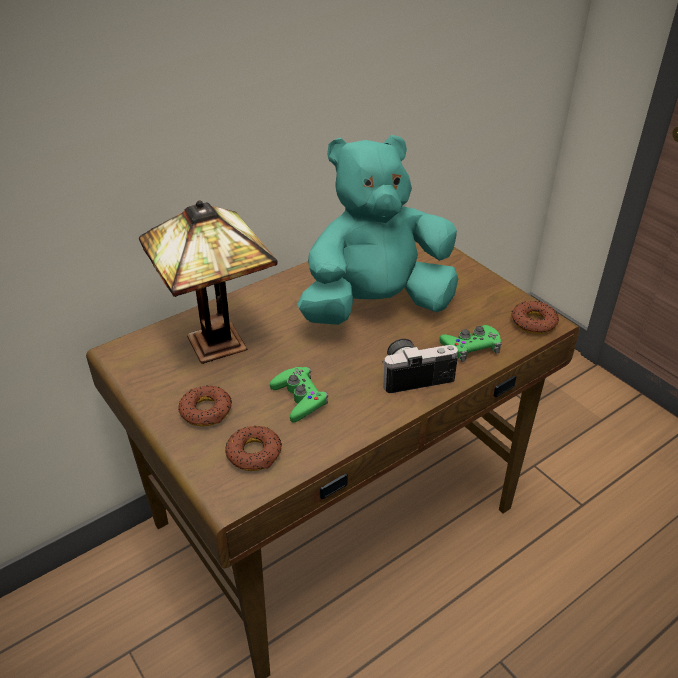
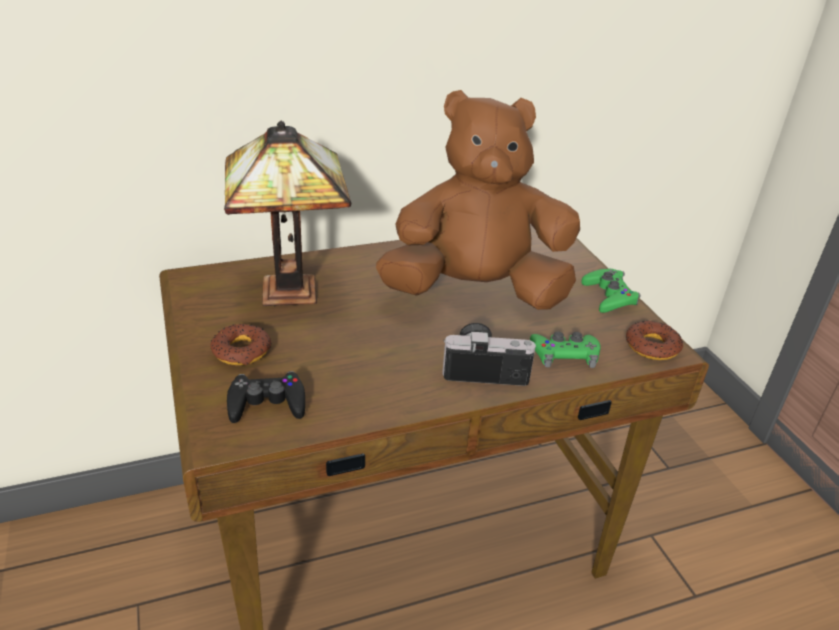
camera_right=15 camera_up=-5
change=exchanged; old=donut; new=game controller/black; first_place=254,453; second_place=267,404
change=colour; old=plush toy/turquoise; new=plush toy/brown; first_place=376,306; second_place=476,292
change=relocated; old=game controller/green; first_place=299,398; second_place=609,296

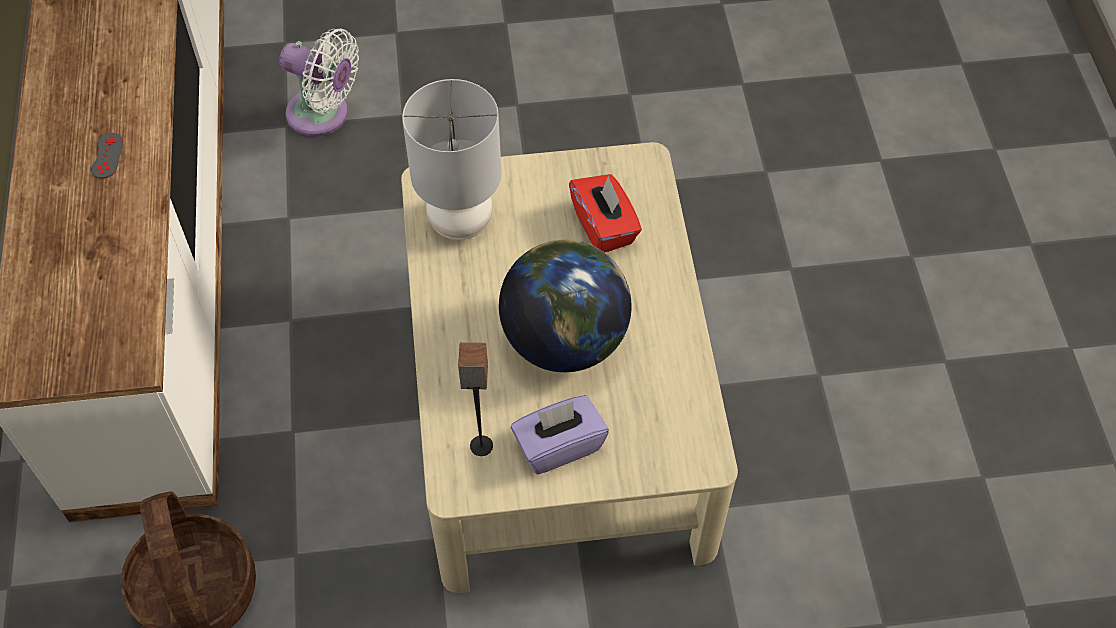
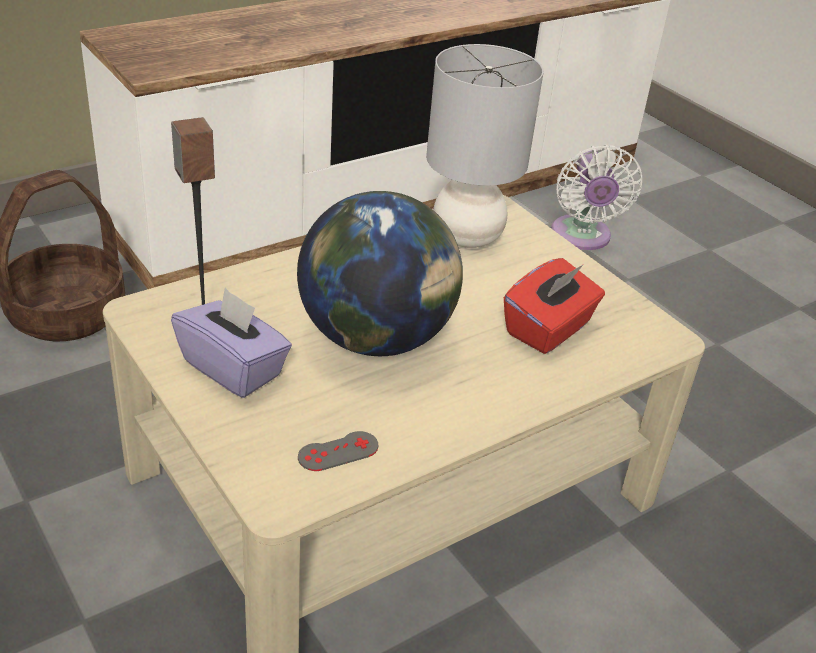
camera_right=60 camera_up=-20
change=relocated; old=game controller/grey; first_place=107,156; second_place=338,451

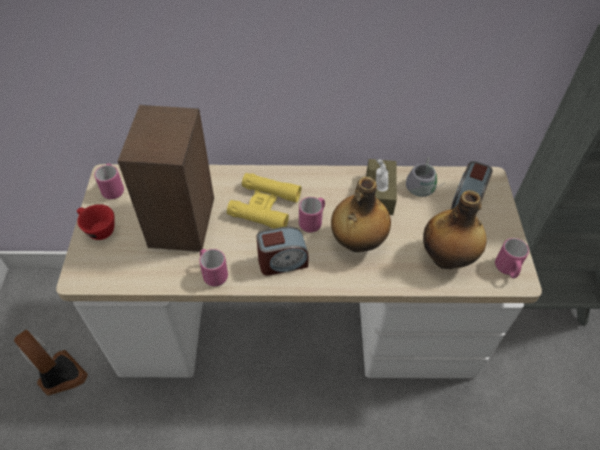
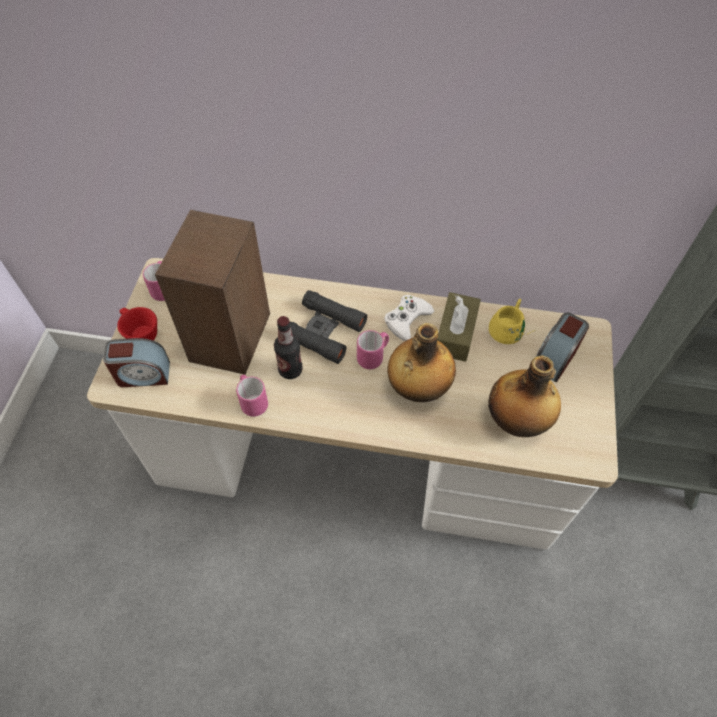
camera_right=10 camera_up=5
change=relocated; old=alarm clock; first_place=282,262; second_place=143,374
change=appeared; new=bottle; second_place=290,370
change=colour; old=binoculars/yellow; new=binoculars/black; first_place=264,206; second_place=323,331
change=appeared; new=game controller/white; second_place=407,319
change=colour; old=mug/grey; new=mug/yellow; first_place=424,184; second_place=511,329
change=missing; old=fan; first_place=59,376
change=missing; old=mug/pink; first_place=507,269

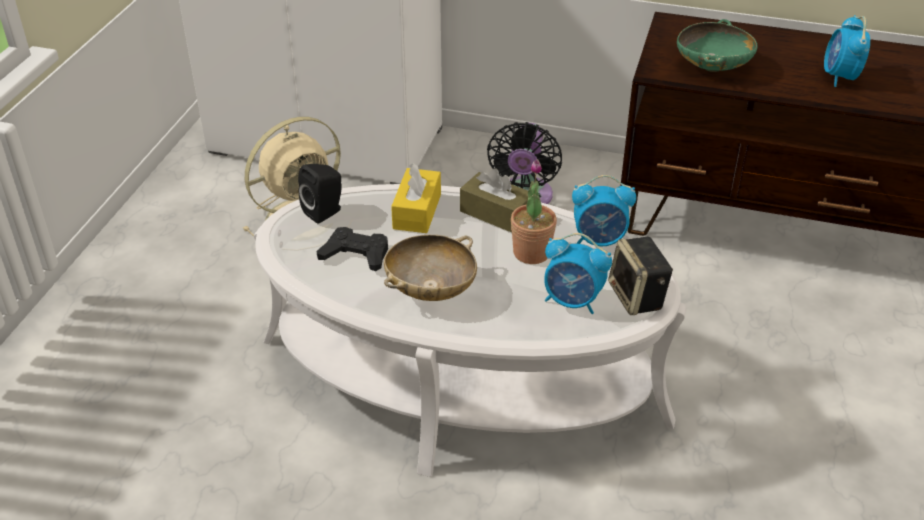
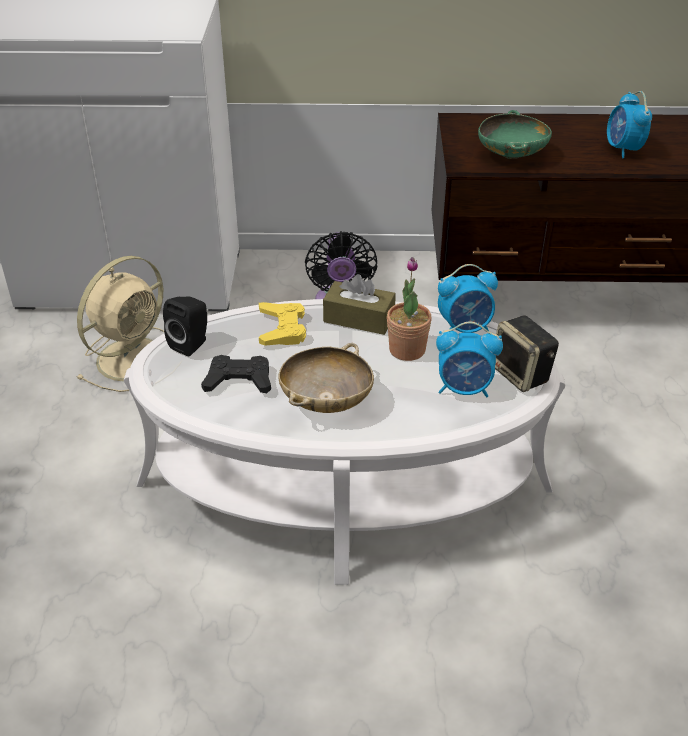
camera_right=-15 camera_up=0
change=exchanged; old=tissue box/yellow; new=game controller/yellow; first_place=417,211; second_place=282,329

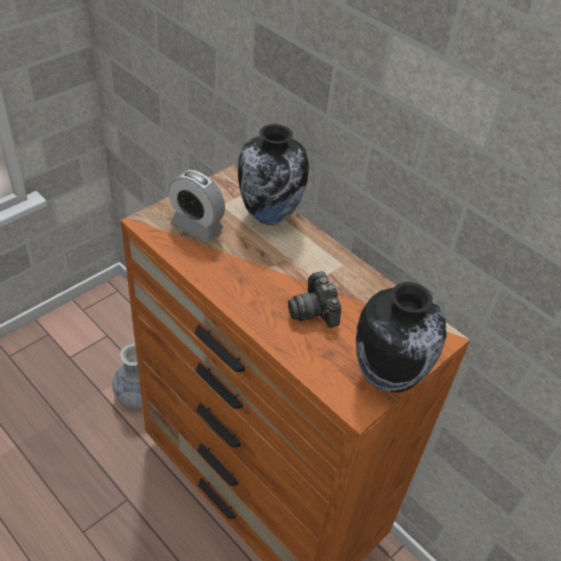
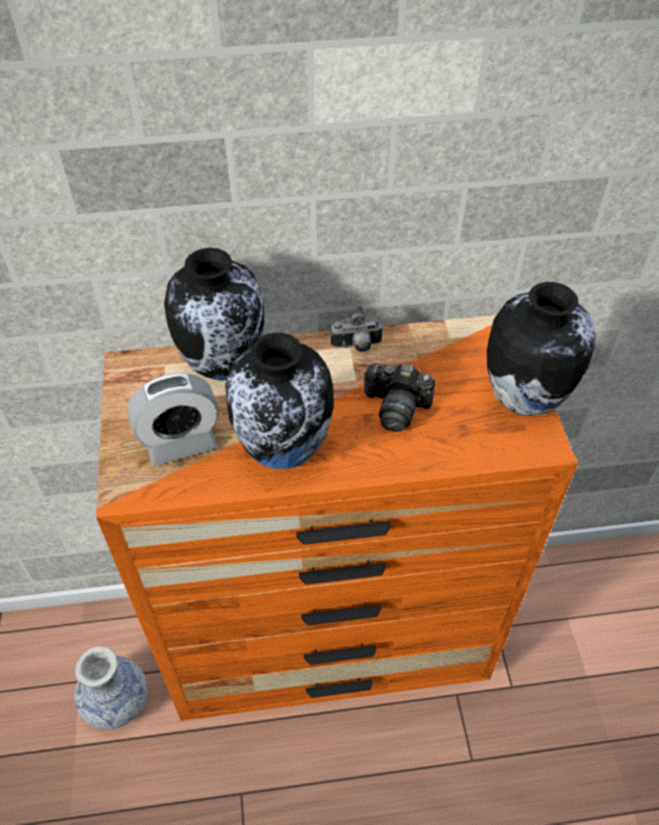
camera_right=-50 camera_up=5
change=appeared; new=vase; second_place=285,452
change=appeared; new=photo camera; second_place=357,346

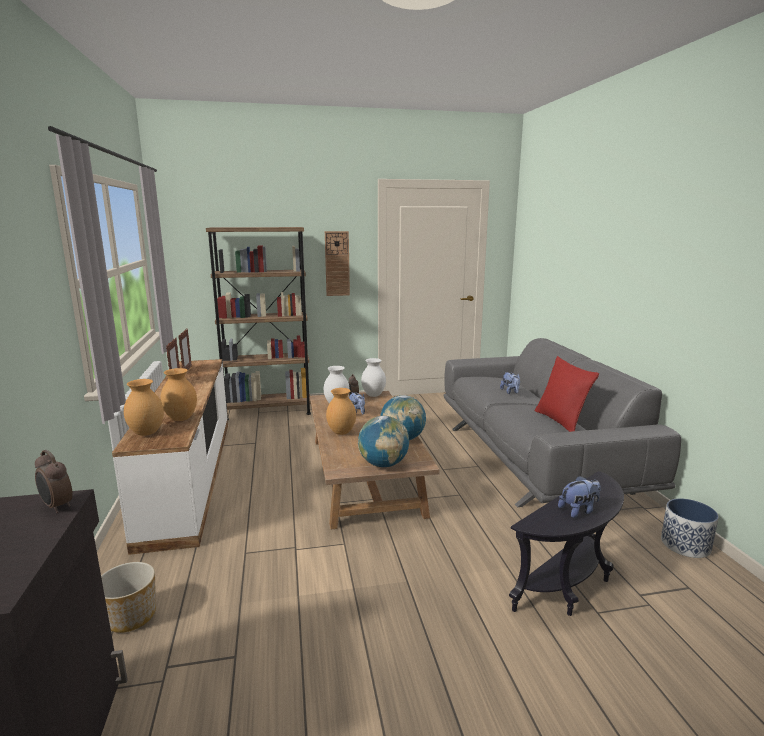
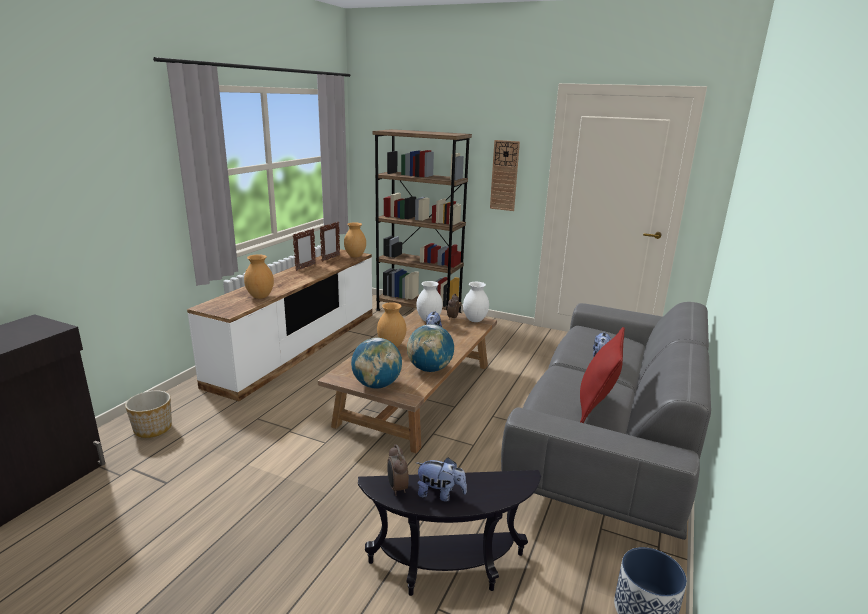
camera_right=35 camera_up=5
change=relocated; old=vase/brown; first_place=147,433; second_place=355,256
change=relocated; old=alarm clock; first_place=57,506; second_place=397,488

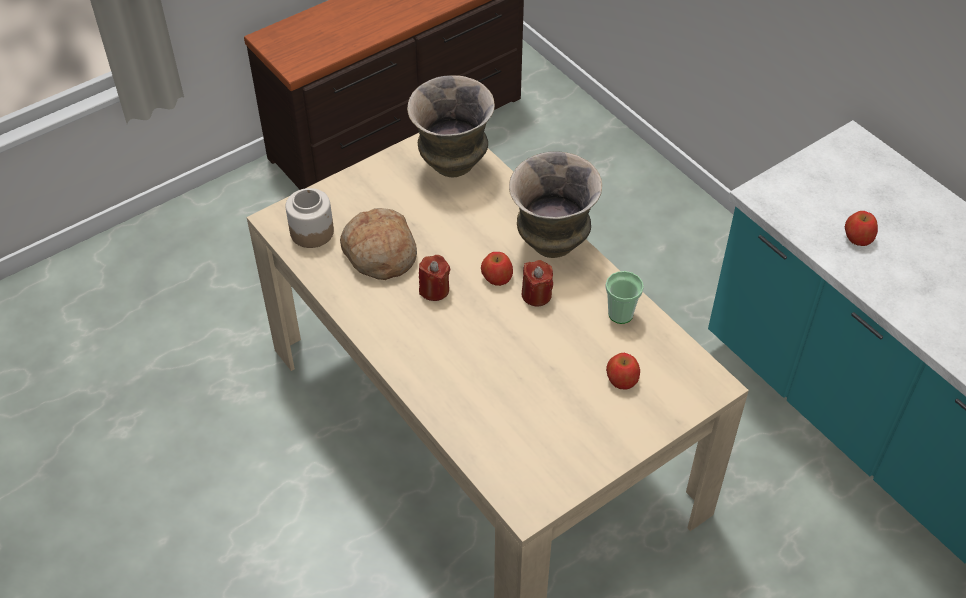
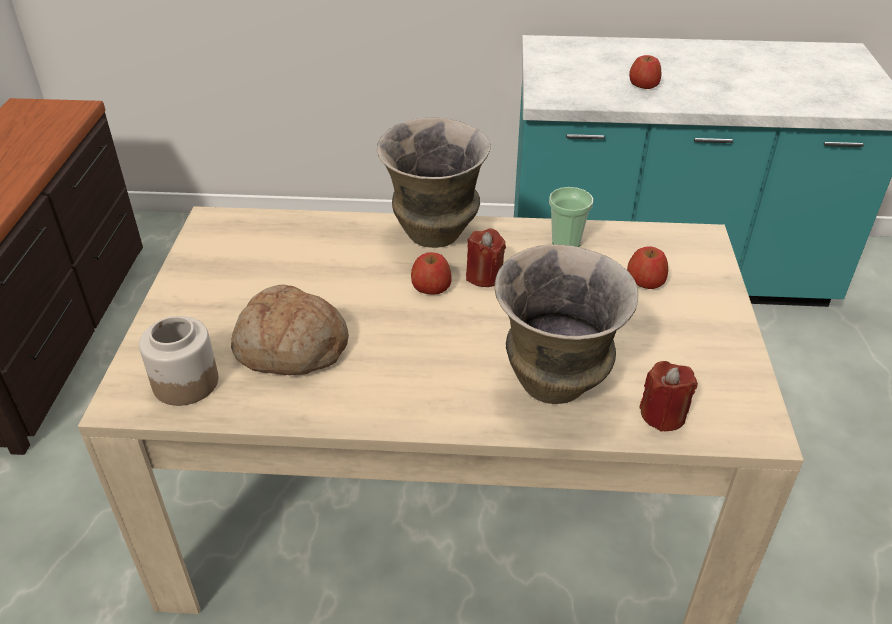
camera_right=-50 camera_up=-10
change=relocated; old=vase; first_place=452,166; second_place=556,385
change=relocated; old=candle/red; first_place=434,289; second_place=663,415

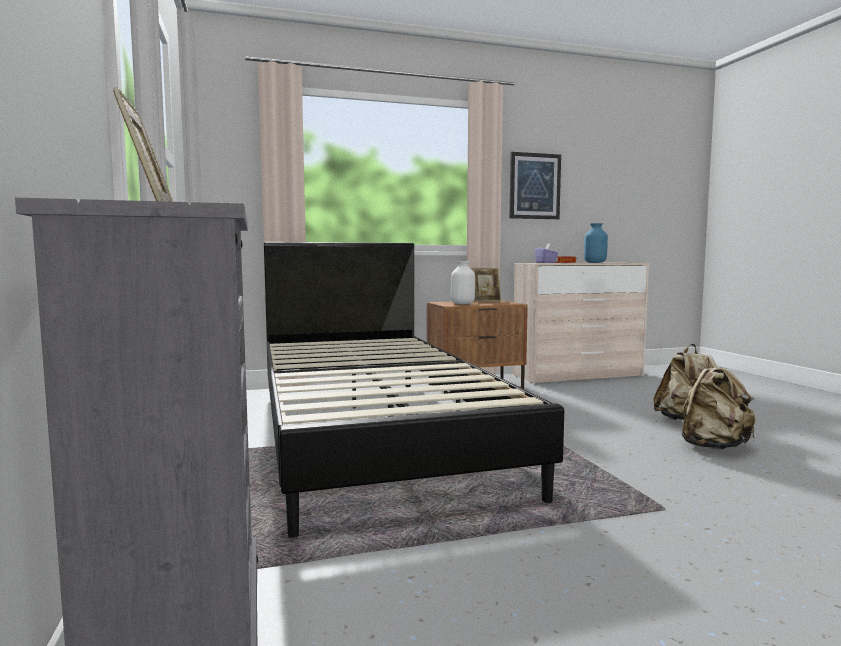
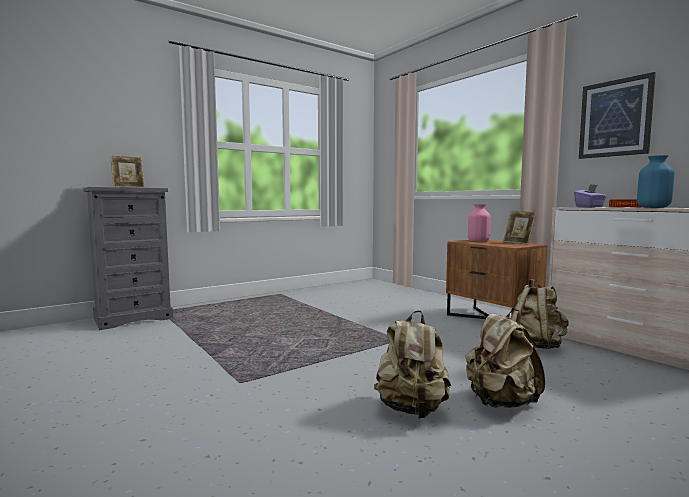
camera_right=70 camera_up=0
change=colour; old=vase/white; new=vase/pink; first_place=462,303; second_place=478,241
change=appeared; new=backpack/beige; second_place=536,345
change=missing; old=bed/black; first_place=372,433

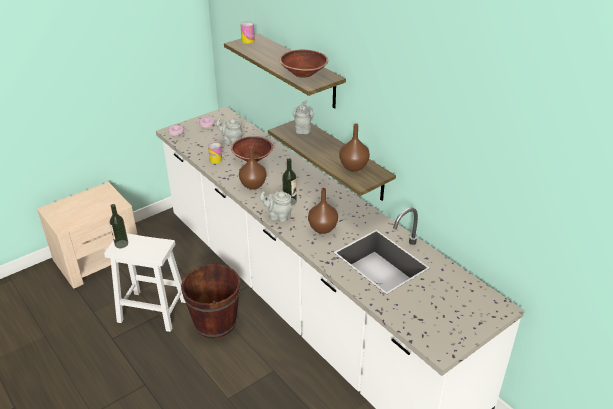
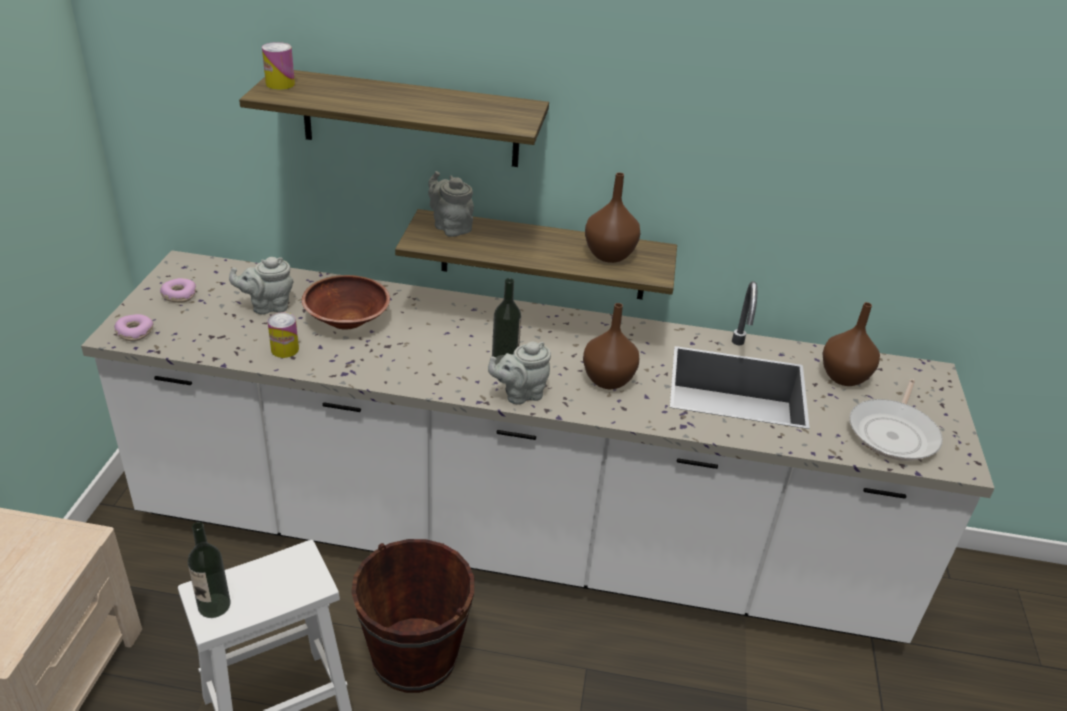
camera_right=-45 camera_up=0
change=relocated; old=vase/brown; first_place=252,185; second_place=843,377
change=appeared; new=frying pan; second_place=894,433
change=missing; old=bowl/brown; first_place=303,73

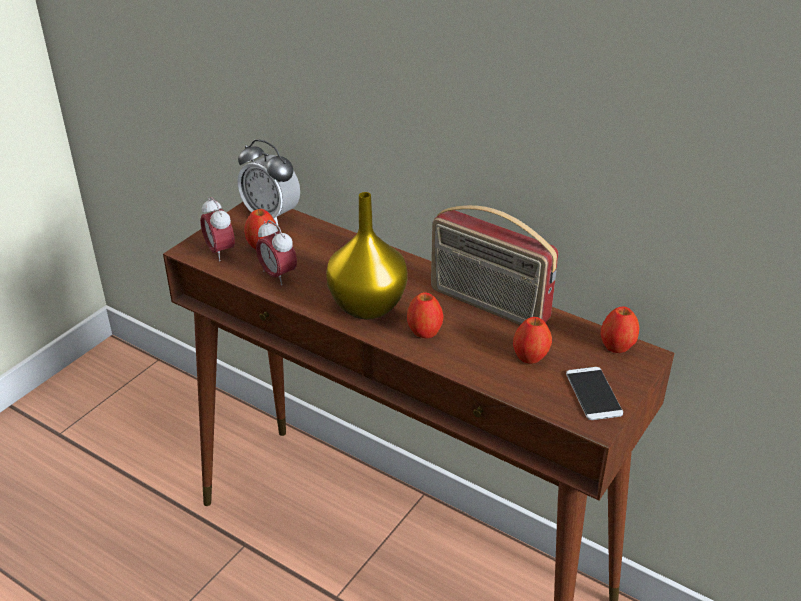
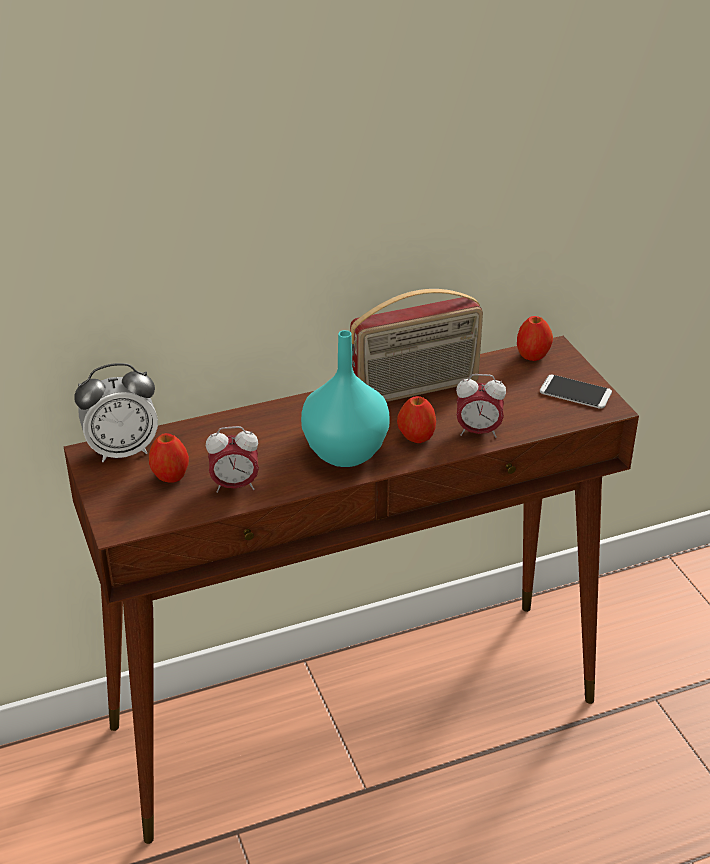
camera_right=-55 camera_up=0
change=colour; old=vase/yellow; new=vase/turquoise; first_place=369,305; second_place=345,451
change=relocated; old=alarm clock; first_place=220,252; second_place=478,432
change=missing; old=apple; first_place=530,357

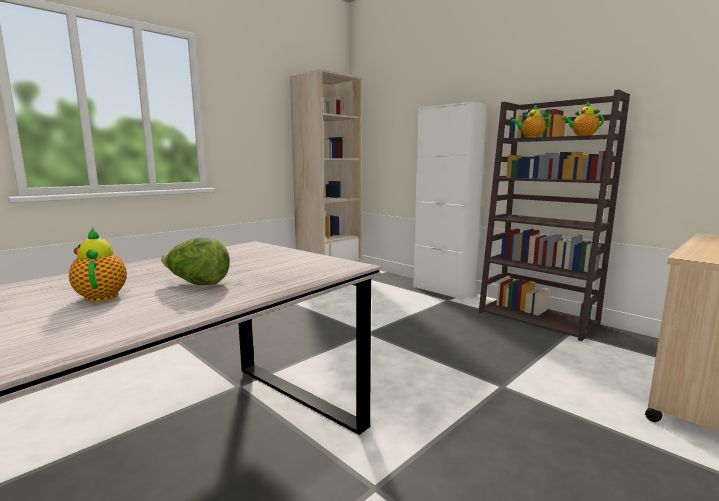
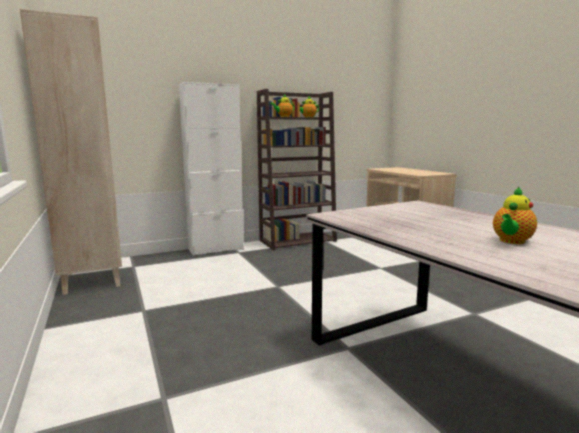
camera_right=-70 camera_up=0
change=spun; old=teapot; first_place=102,295; second_place=511,241; degrees=-45
change=missing; old=lettuce; first_place=197,284

